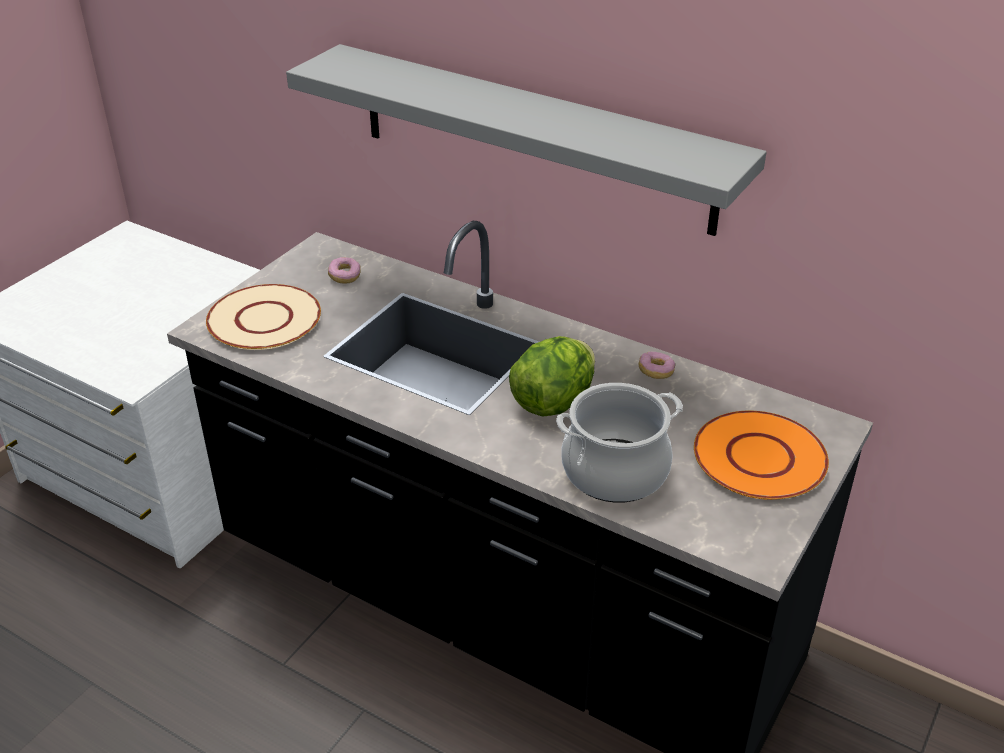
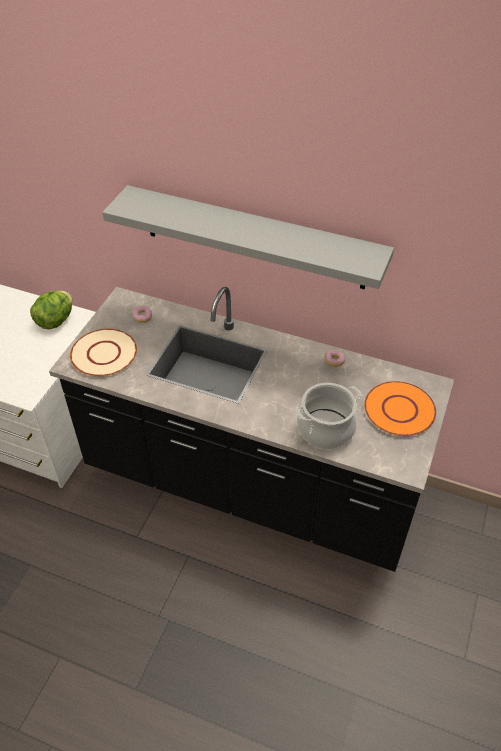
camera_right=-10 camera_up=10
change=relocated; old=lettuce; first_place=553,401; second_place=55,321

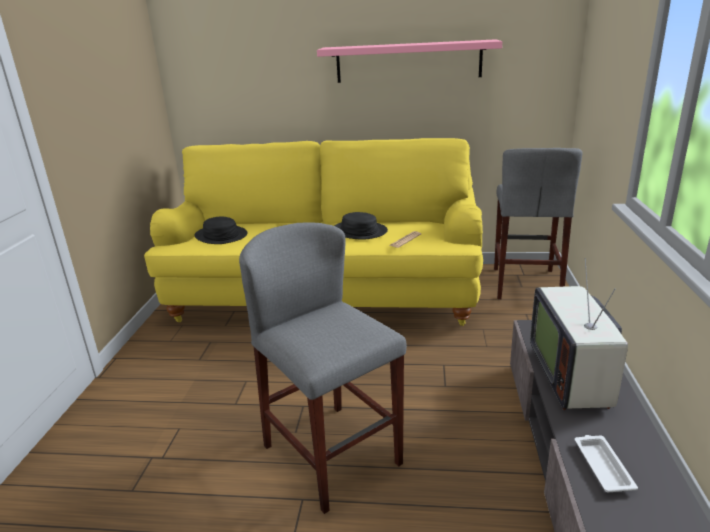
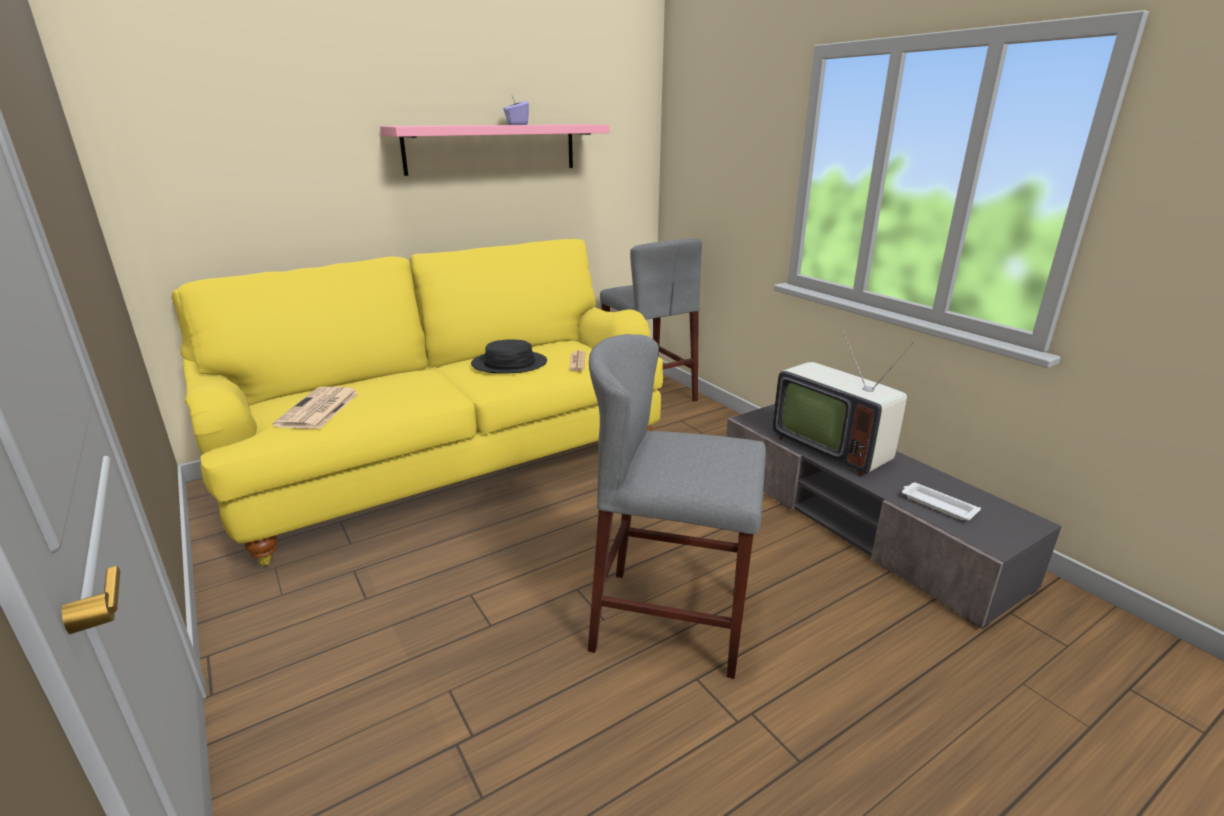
camera_right=-40 camera_up=0
change=exchanged; old=hat/black; new=newspaper; first_place=221,236; second_place=318,409
change=appeared; new=tissue box/purple; second_place=516,124

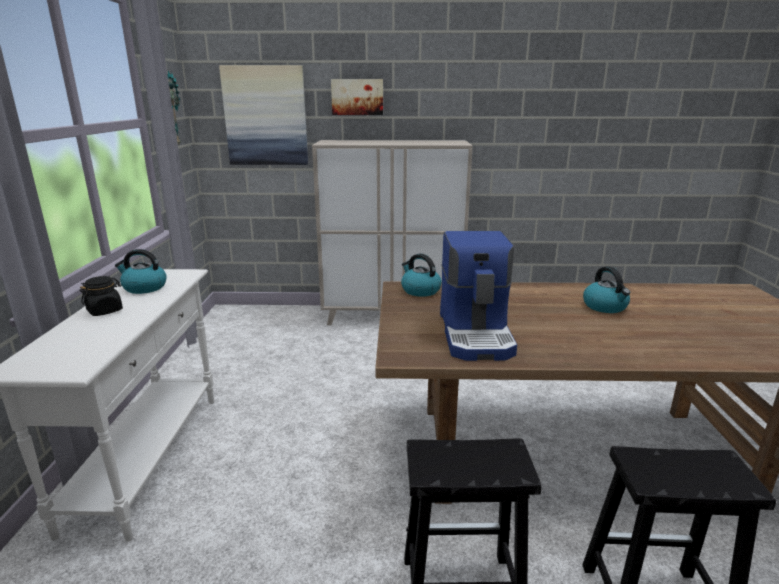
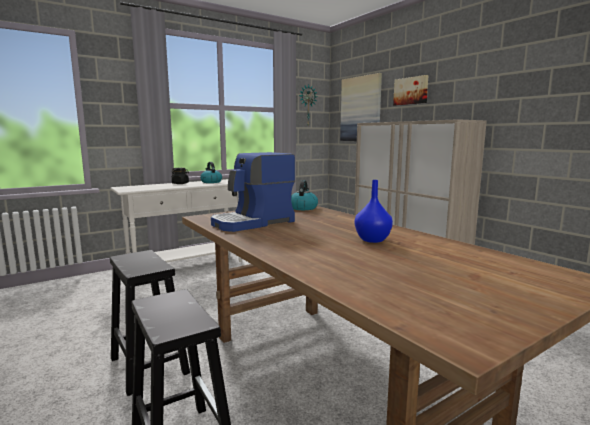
camera_right=55 camera_up=-10
change=exchanged; old=kettle; new=vase/blue; first_place=605,307; second_place=373,240

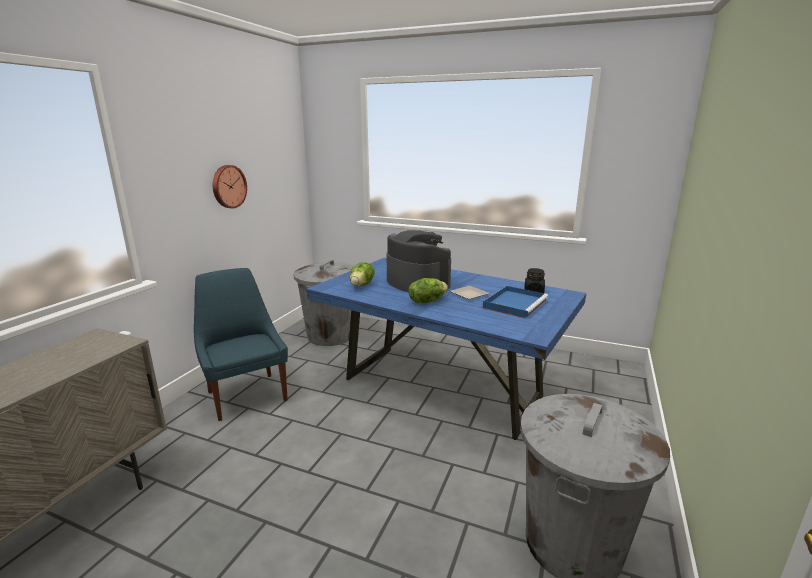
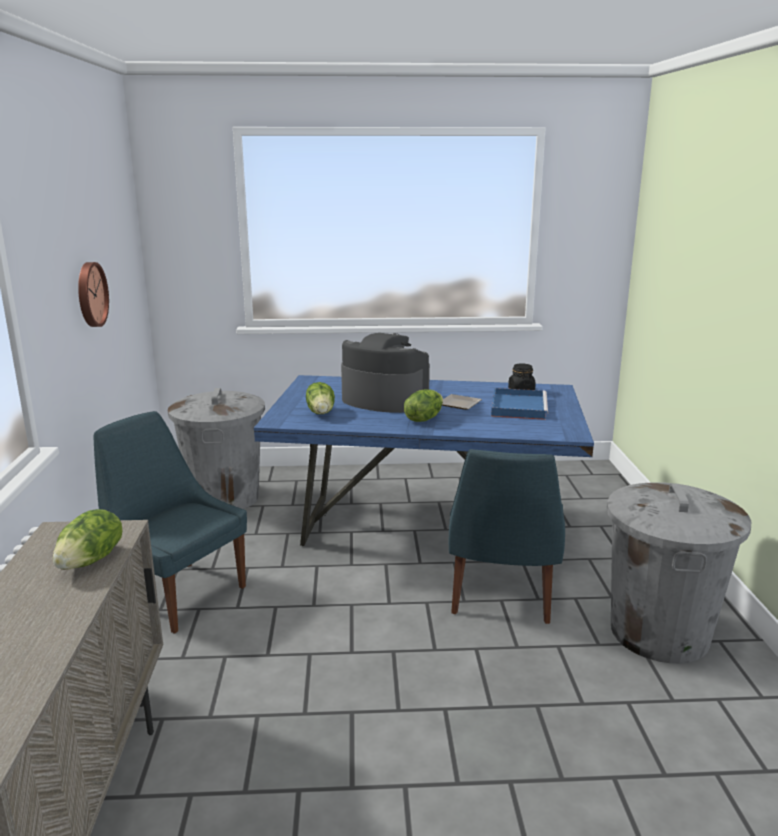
camera_right=-25 camera_up=0
change=appeared; new=lettuce; second_place=92,560
change=appeared; new=chair/blue; second_place=501,598

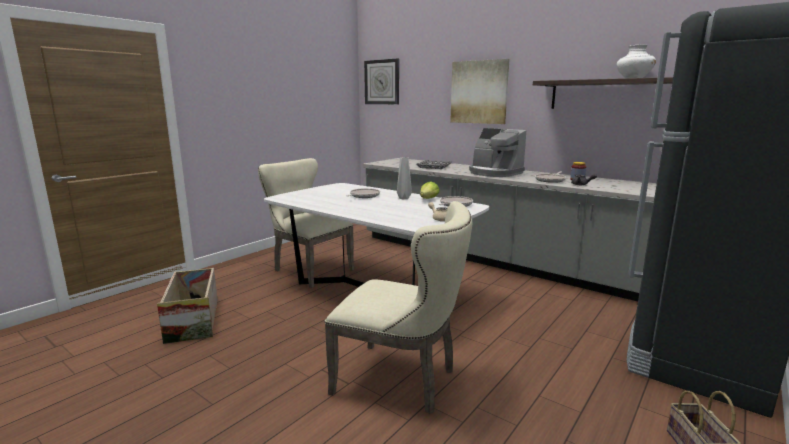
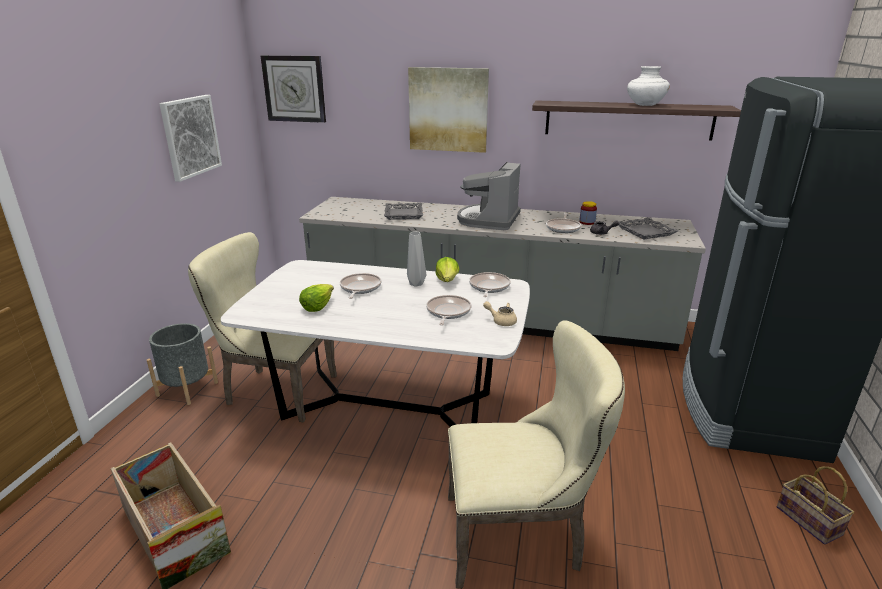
camera_right=-25 camera_up=10
change=appeared; new=planter/grey; second_place=187,389
change=appeared; new=picture; second_place=190,136
change=appeared; new=lettuce; second_place=317,306
change=appeared; new=frying pan; second_place=448,312
change=spun; old=coffee machine; first_place=494,173; second_place=489,220; degrees=90
change=appeared; new=tray/grey; second_place=645,232

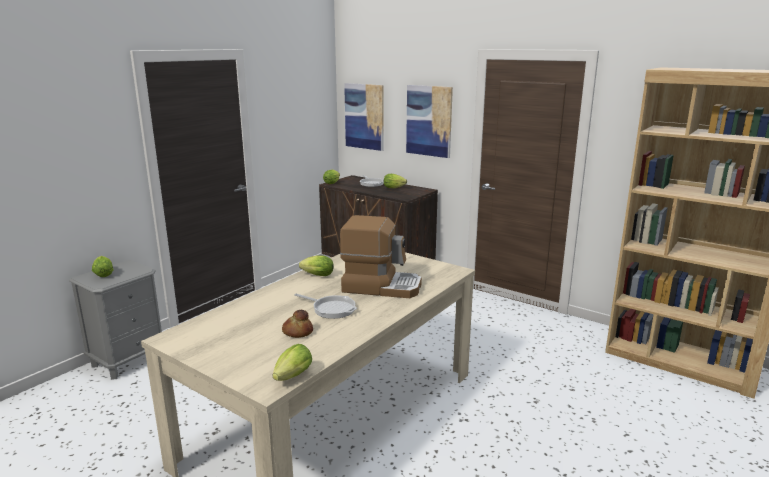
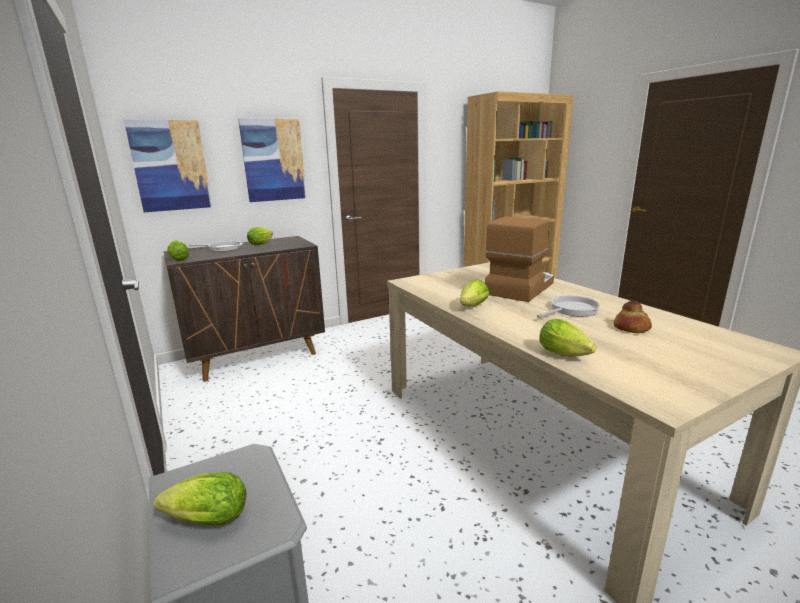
camera_right=-65 camera_up=0
change=relocated; old=lettuce; first_place=291,378; second_place=566,355

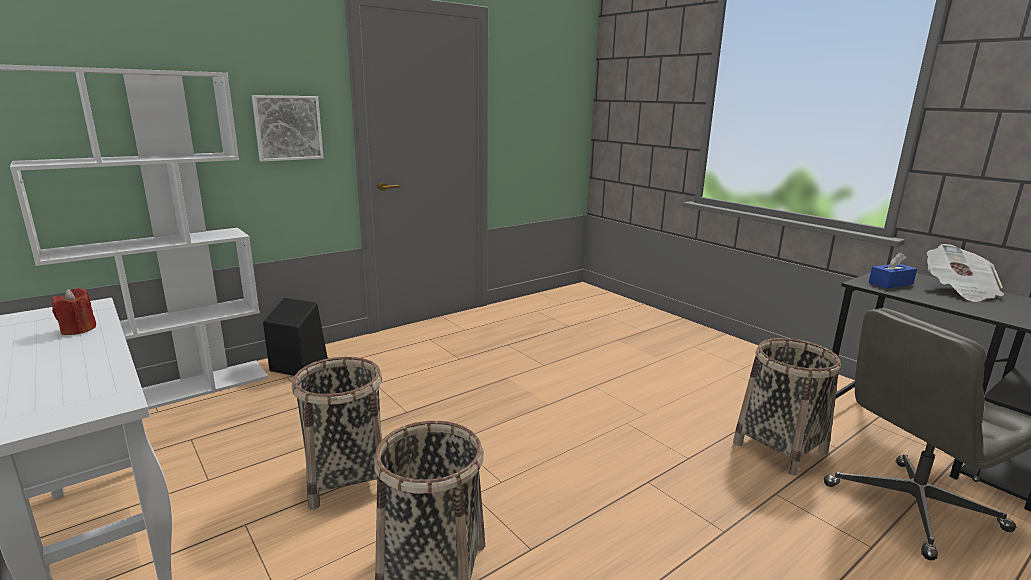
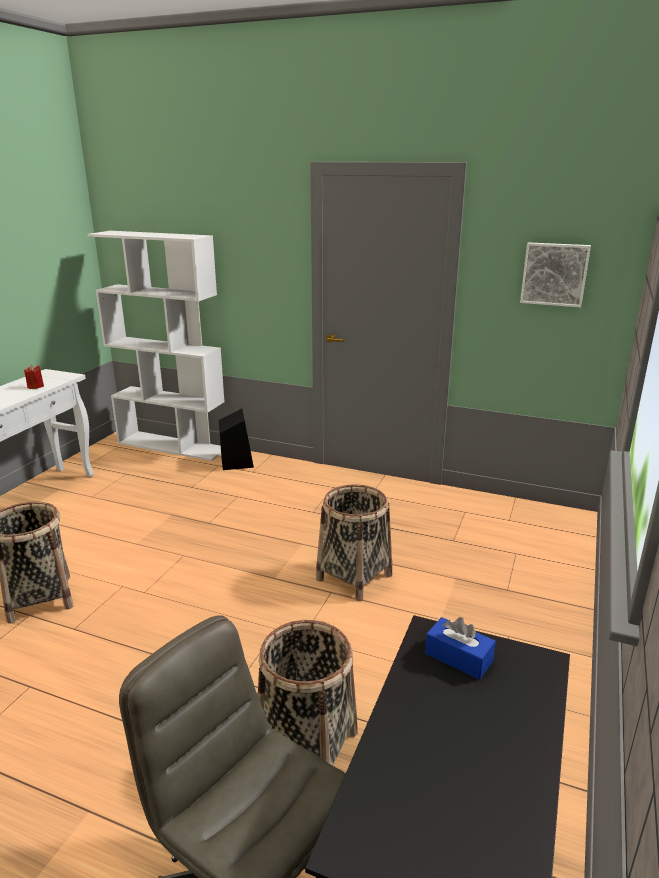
camera_right=60 camera_up=5
change=relocated; old=basket; first_place=346,479; second_place=353,577
change=relocated; old=picture; first_place=287,128; second_place=554,274
change=missing; old=newspaper; first_place=959,290

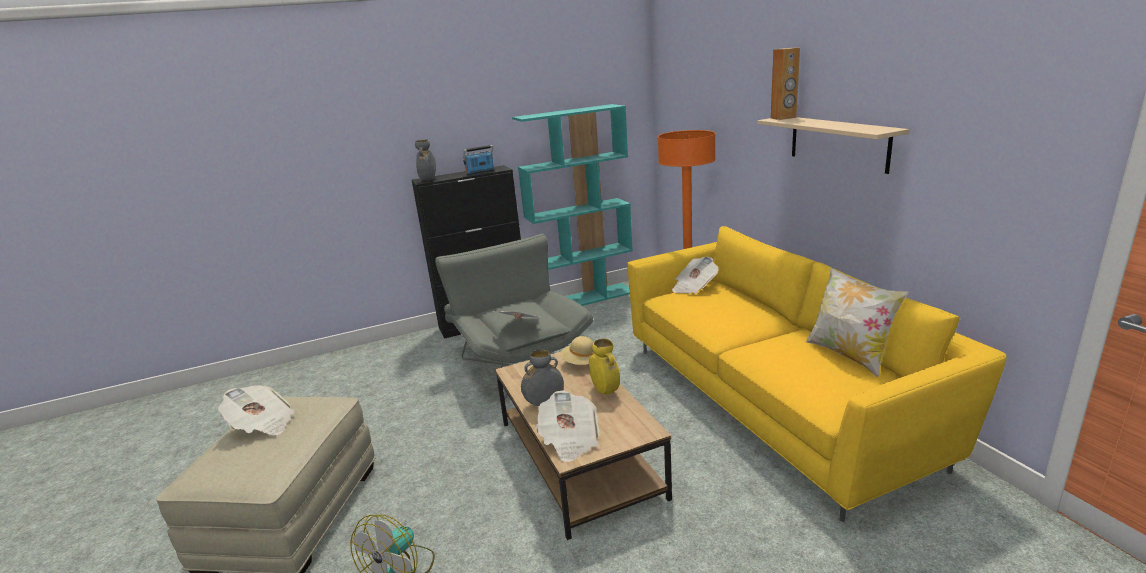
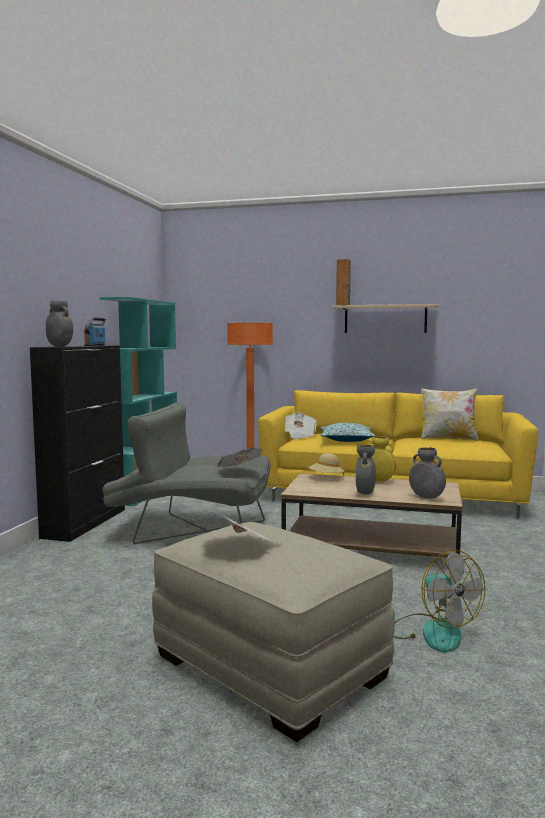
camera_right=-55 camera_up=-15
change=appeared; new=pillow; second_place=346,440
change=exchanged; old=newspaper; new=vase/grey; first_place=569,440; second_place=427,498

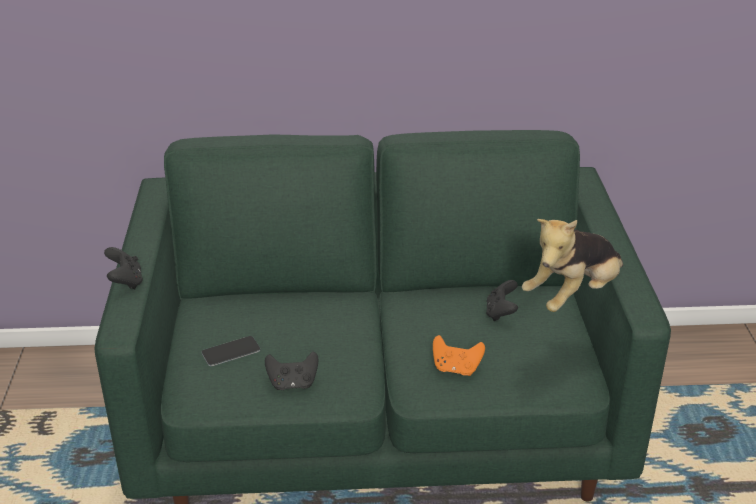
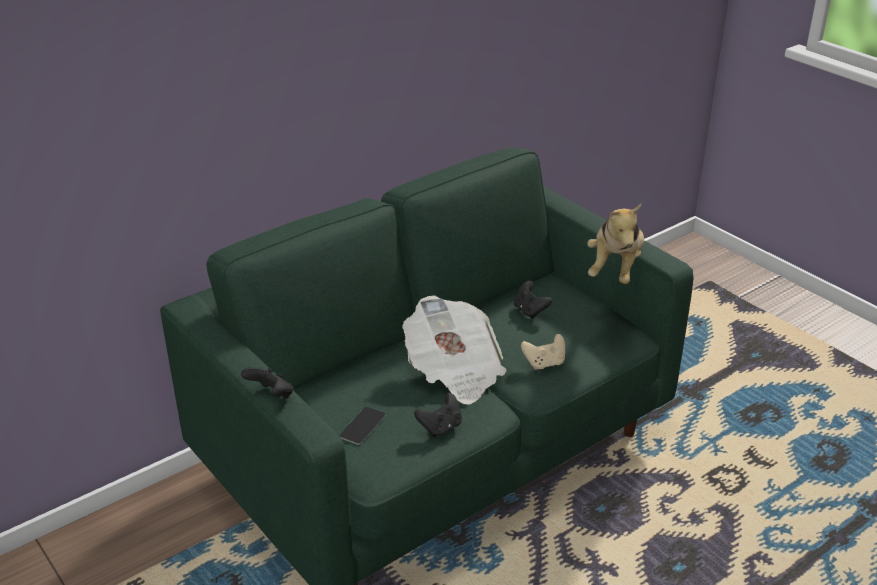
camera_right=-35 camera_up=0
change=appeared; new=newspaper; second_place=454,371
change=colour; old=game controller/orange; new=game controller/beige; first_place=456,368; second_place=544,363

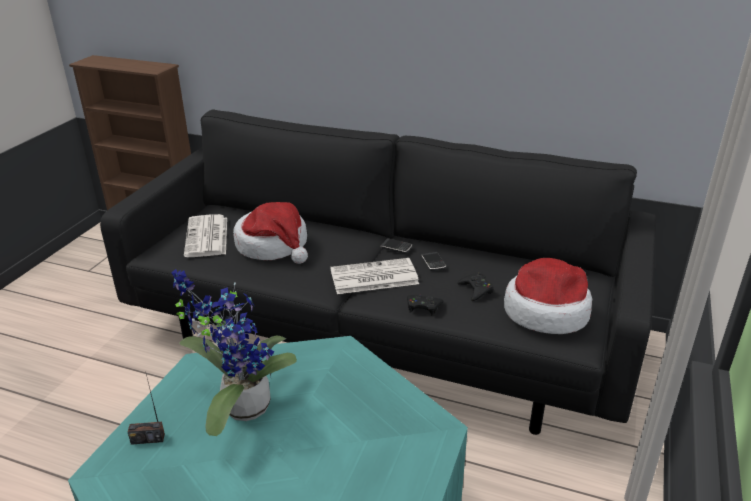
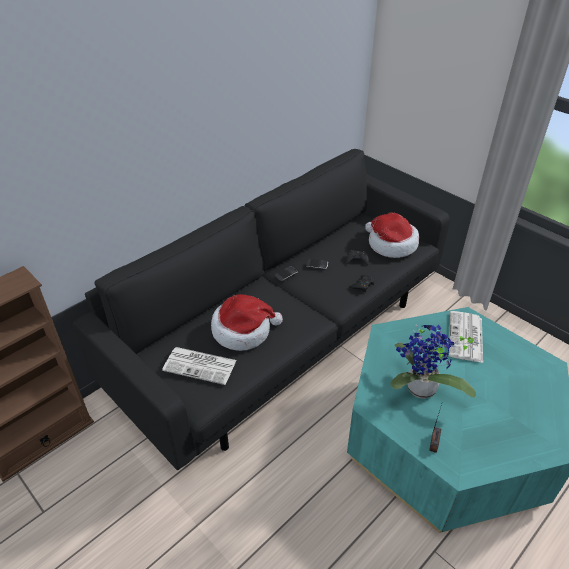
camera_right=-65 camera_up=10
change=relocated; old=newspaper; first_place=373,277; second_place=466,337

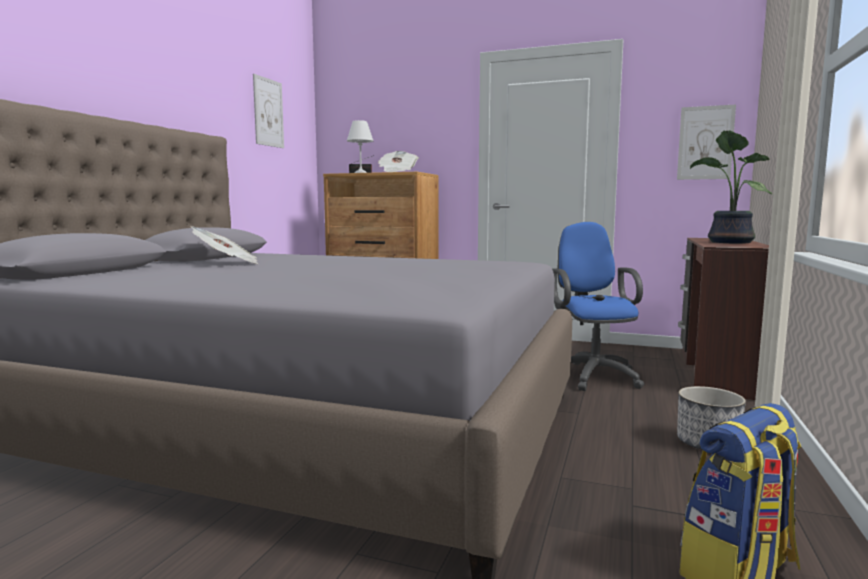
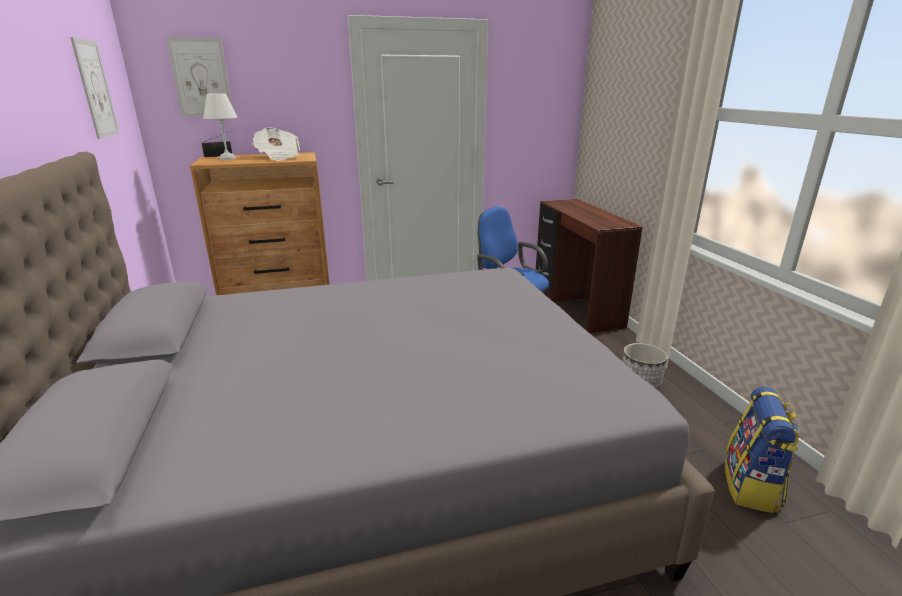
camera_right=-35 camera_up=15
change=relocated; old=picture; first_place=705,143; second_place=201,77
change=missing; old=newspaper; first_place=227,263
change=missing; old=potted plant; first_place=727,242

